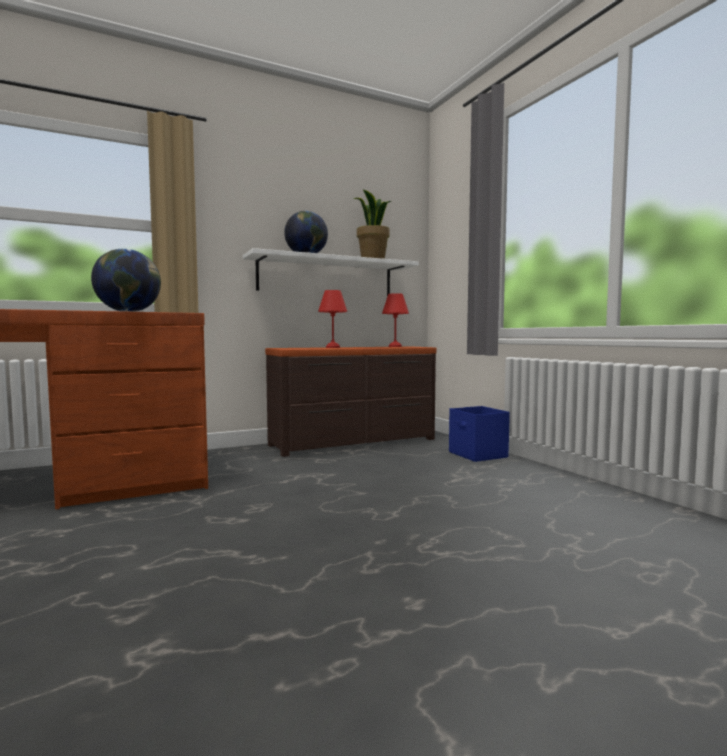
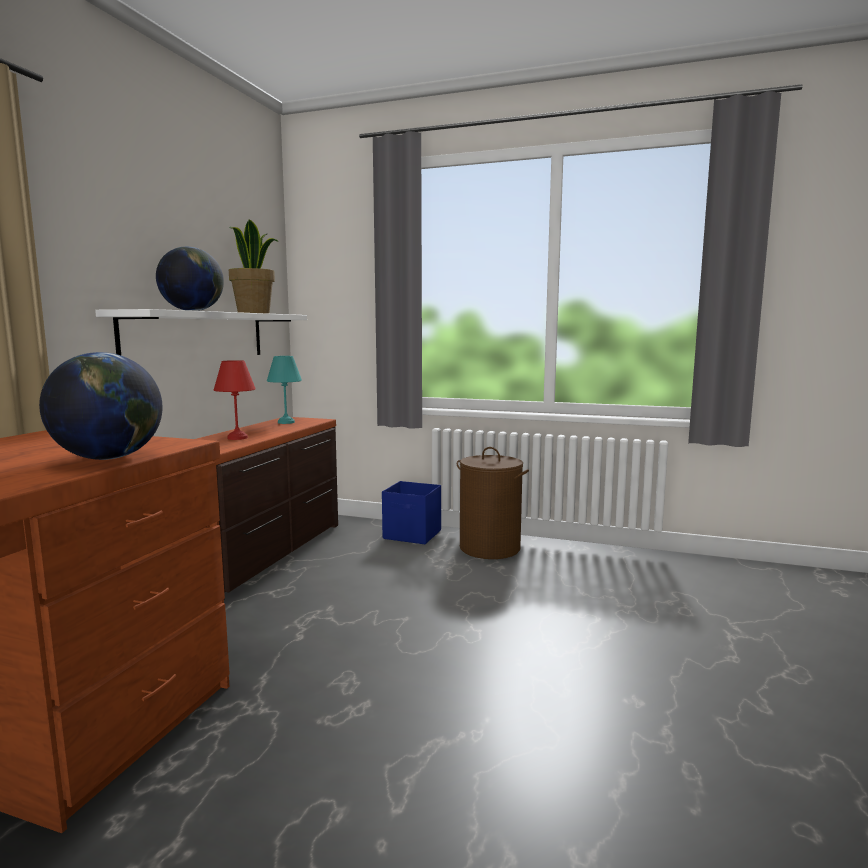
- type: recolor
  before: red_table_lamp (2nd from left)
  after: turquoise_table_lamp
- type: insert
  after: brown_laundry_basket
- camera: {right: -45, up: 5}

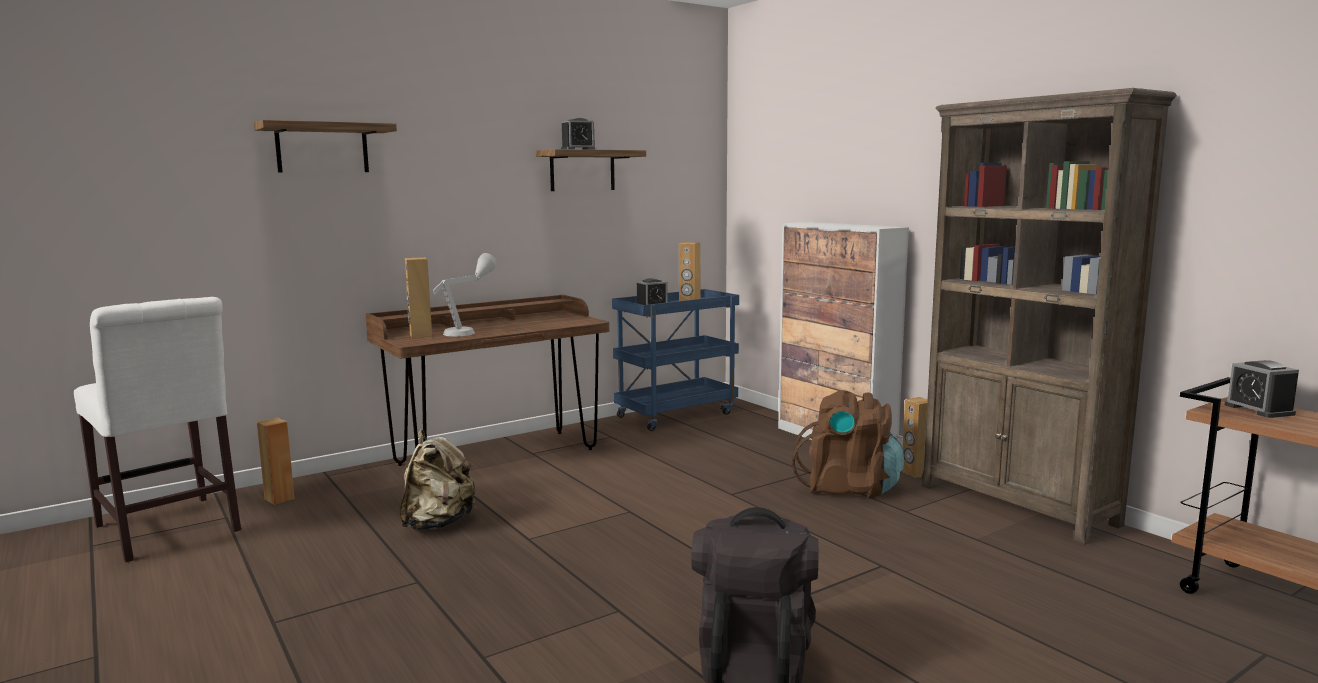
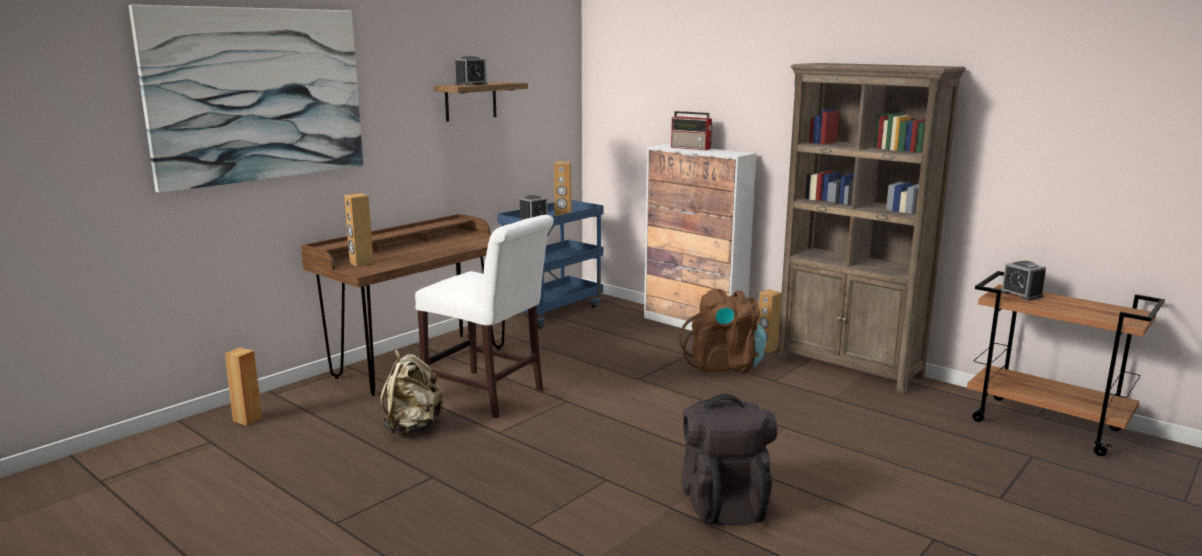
- type: move
  before: white_chair
- type: replace
  before: shelf (1st from left)
  after: picture
- type: delete
  before: grey_table_lamp
- type: insert
  after: radio
- camera: {right: -15, up: 5}

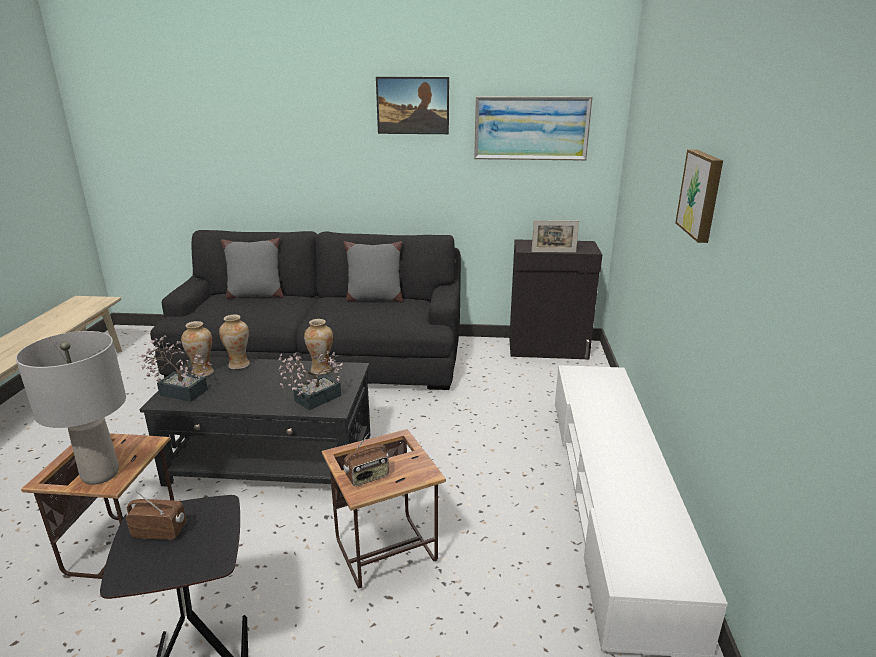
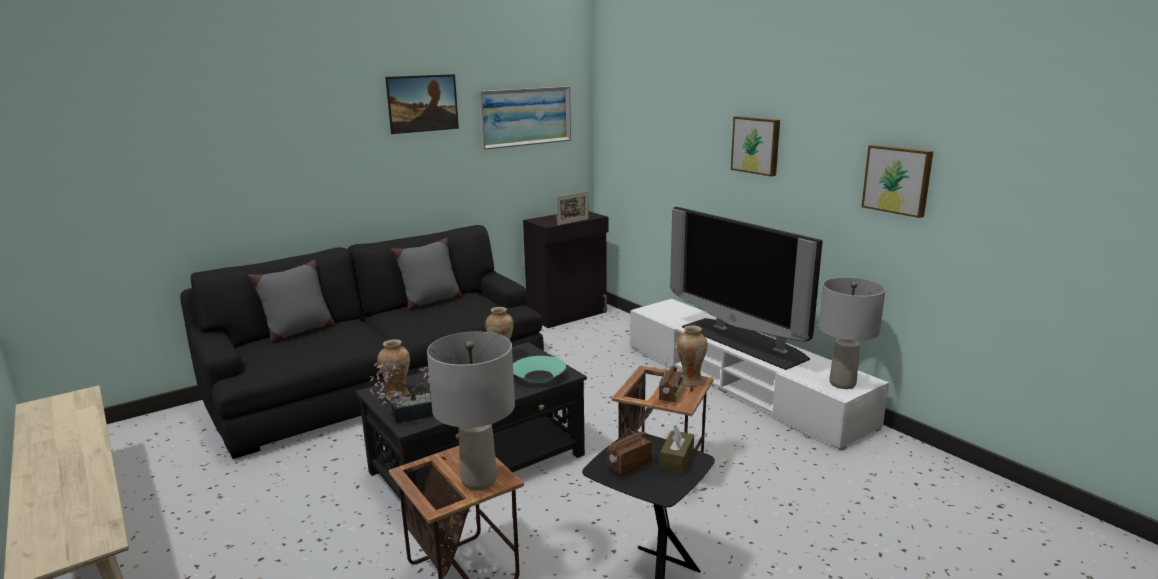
- type: move
  before: vase (2nd from left in the first image)
  after: vase (3rd from left)
- type: replace
  before: potted_plant (2nd from left)
  after: turquoise_bowl
- type: insert
  after: brown_tissue_box
- type: insert
  after: television
- type: insert
  after: grey_table_lamp (2nd from left)
- type: insert
  after: picture (4th from left)
- camera: {right: -40, up: -5}

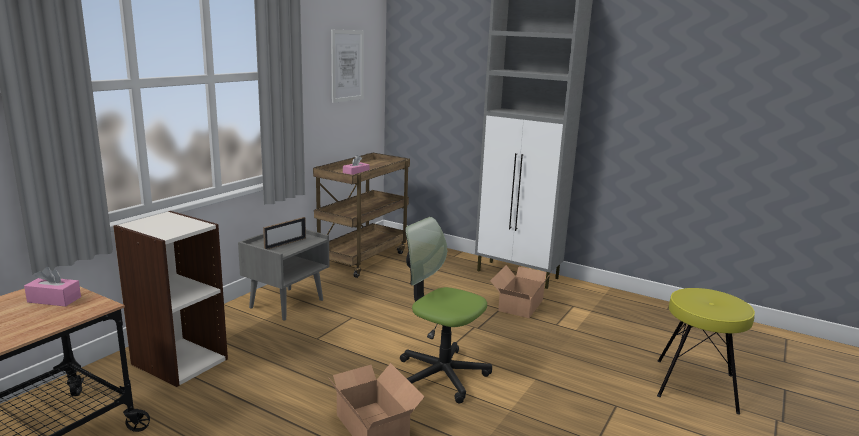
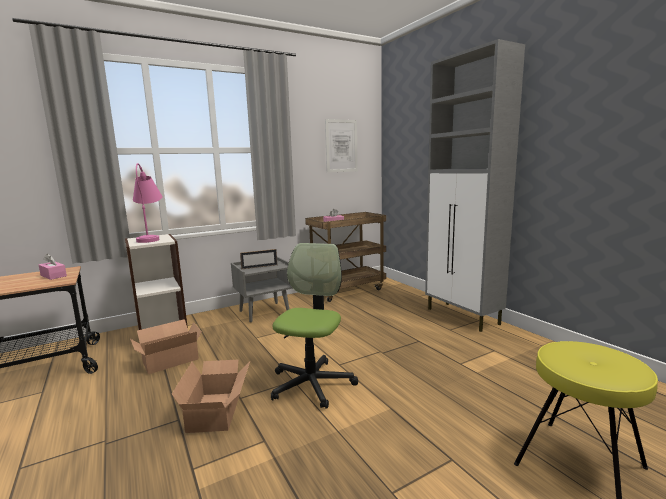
- type: rotate
  before: office_chair
  turn: 45
- type: move
  before: cardboard_box (2nd from left in the first image)
  after: cardboard_box (1st from left)
- type: insert
  after: pink_table_lamp
- camera: {right: 30, up: -5}

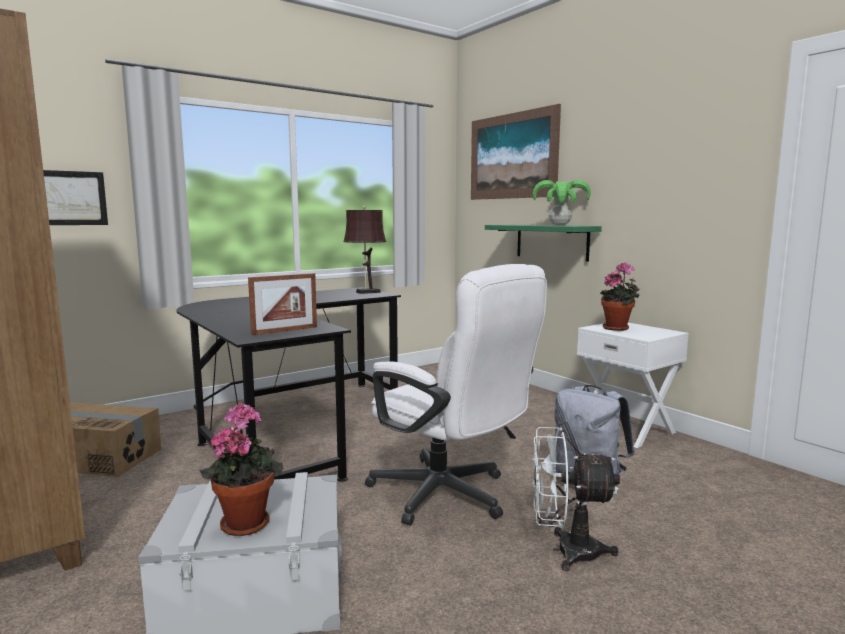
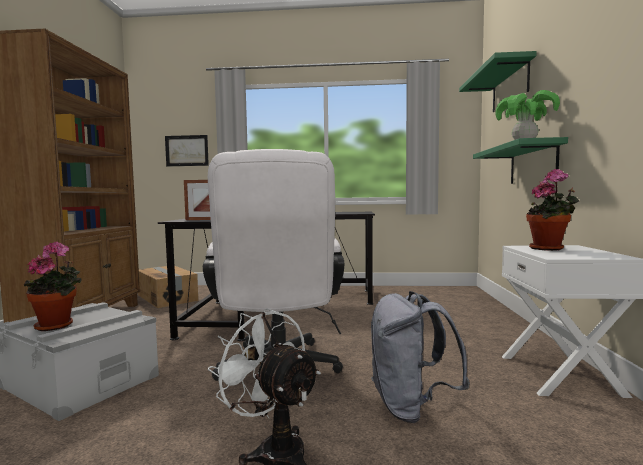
- type: delete
  before: brown_table_lamp
- type: replace
  before: picture (2nd from left)
  after: green_shelf (1st from left)
- camera: {right: 40, up: -5}

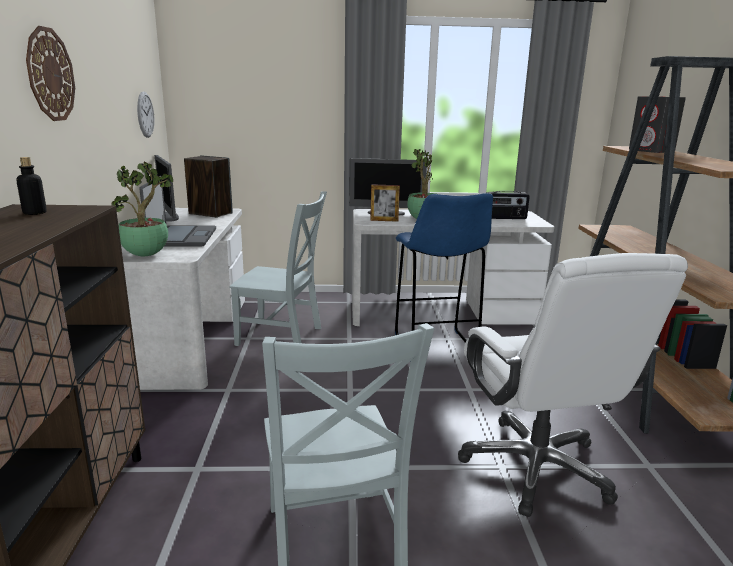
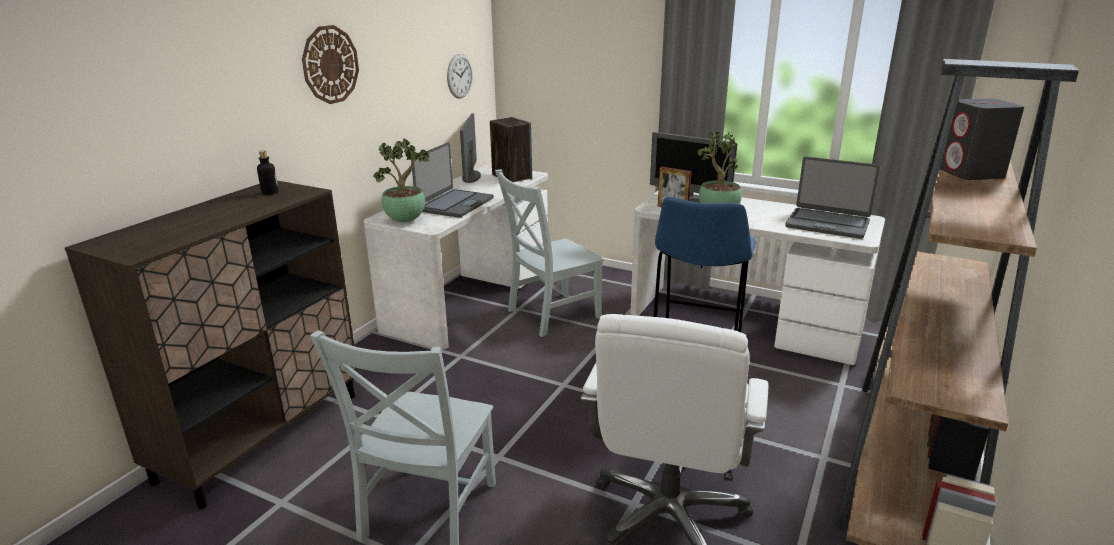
- type: rotate
  before: grey_chair (1st from left in the first image)
  turn: 105
- type: replace
  before: radio
  after: laptop (2nd from left)
- camera: {right: 30, up: 5}

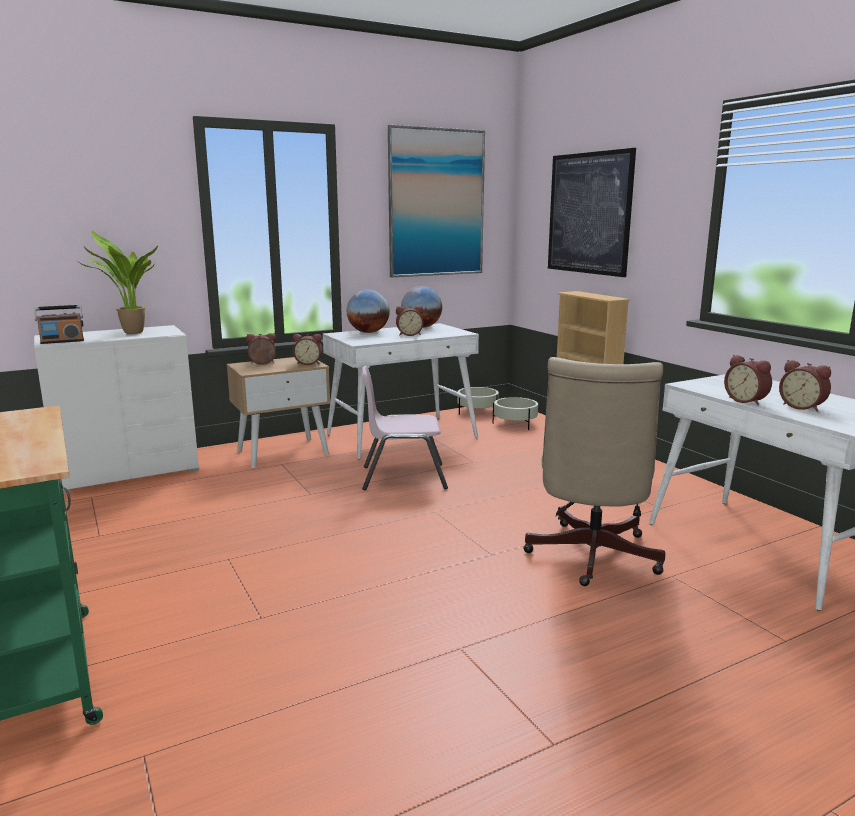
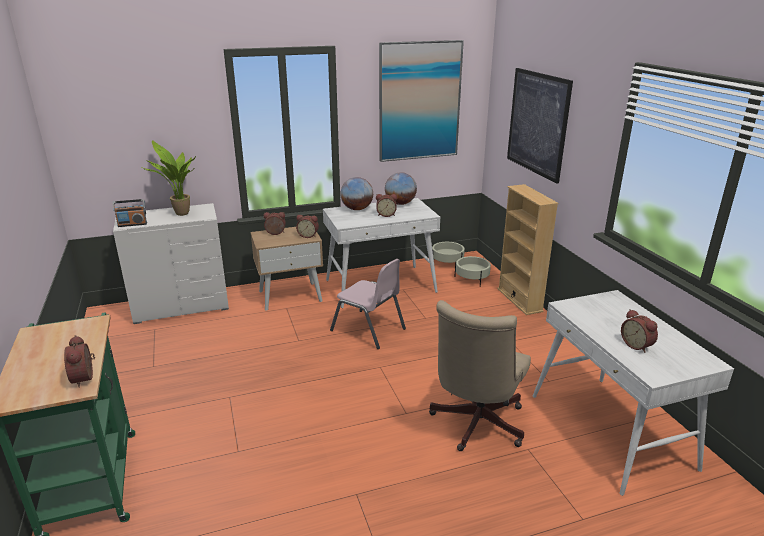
- type: rotate
  before: pink_chair
  turn: -150
- type: move
  before: alarm_clock (4th from left in the first image)
  after: alarm_clock (1st from left)
- camera: {right: 10, up: 10}

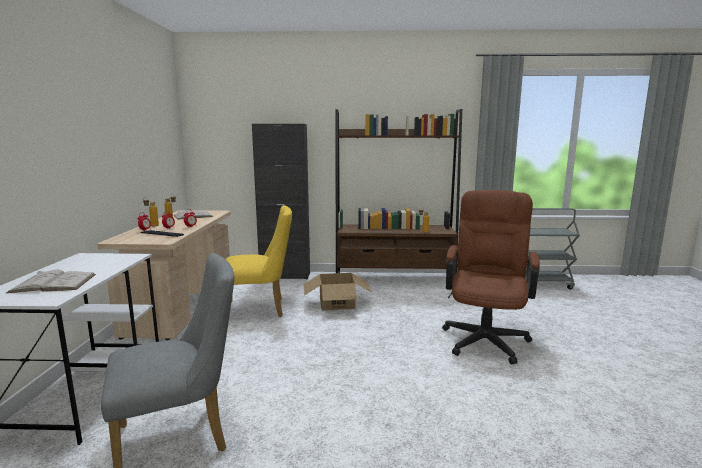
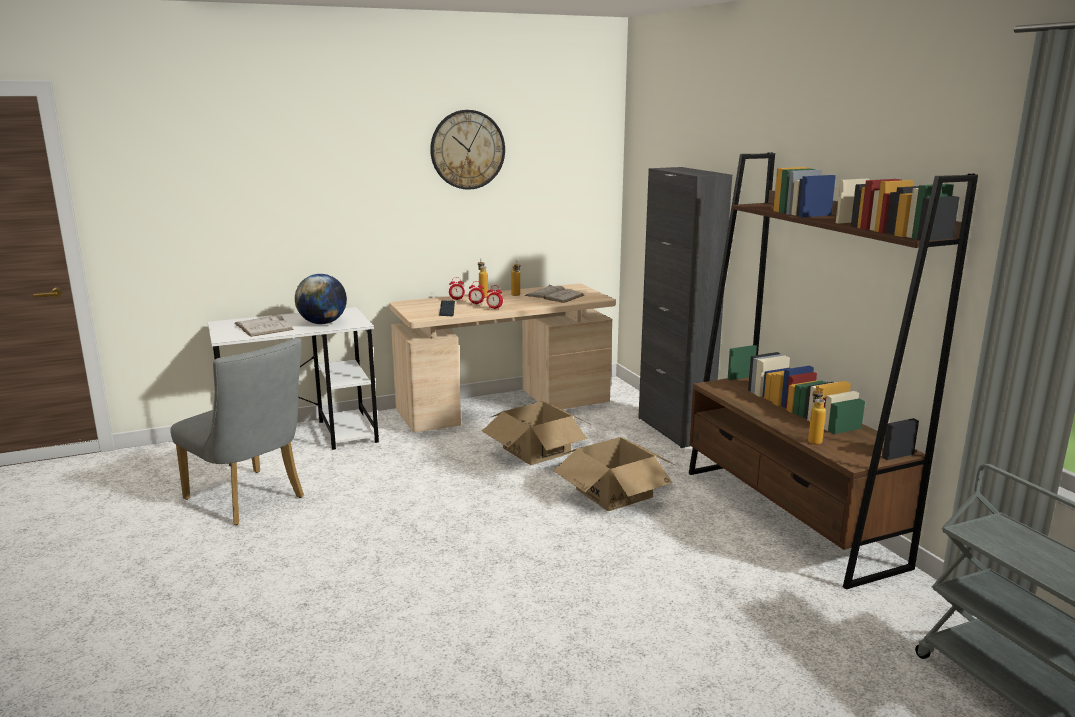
- type: replace
  before: yellow_chair
  after: cardboard_box (1st from left)
- type: delete
  before: brown_office_chair
- type: insert
  after: globe
- type: insert
  after: wall_clock
- camera: {right: 65, up: 5}

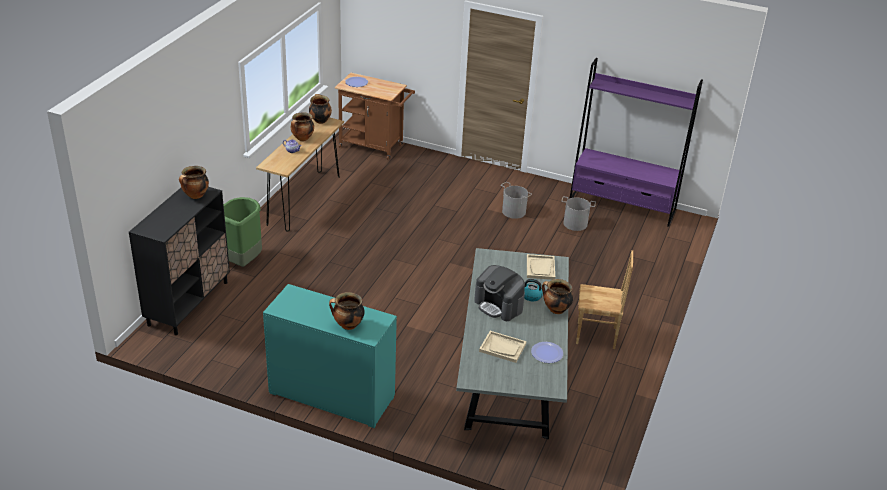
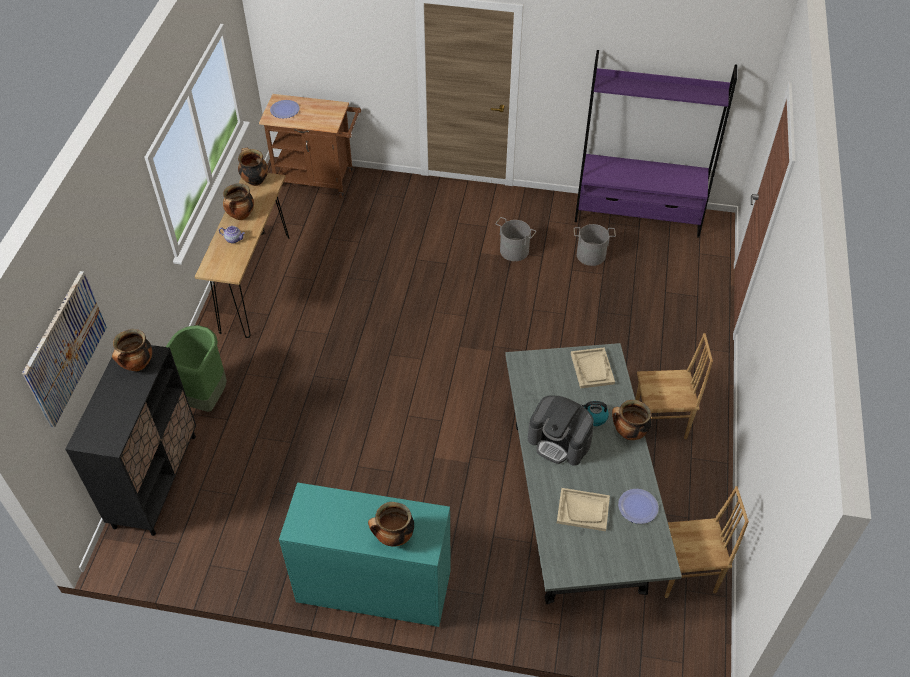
- type: insert
  after: picture
- type: insert
  after: brown_chair (2nd from left)
- camera: {right: -10, up: 15}

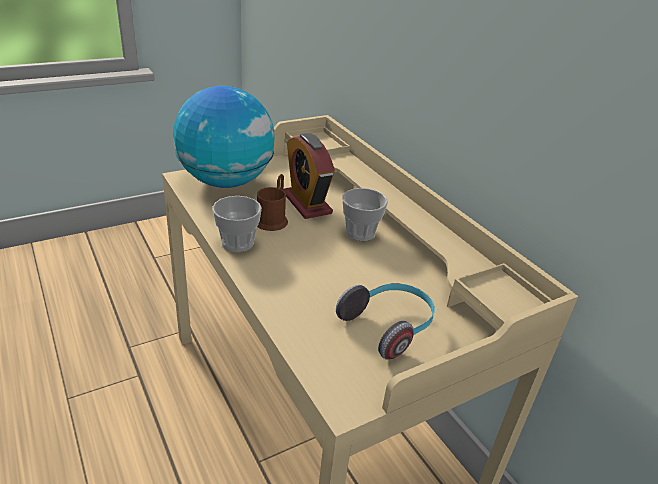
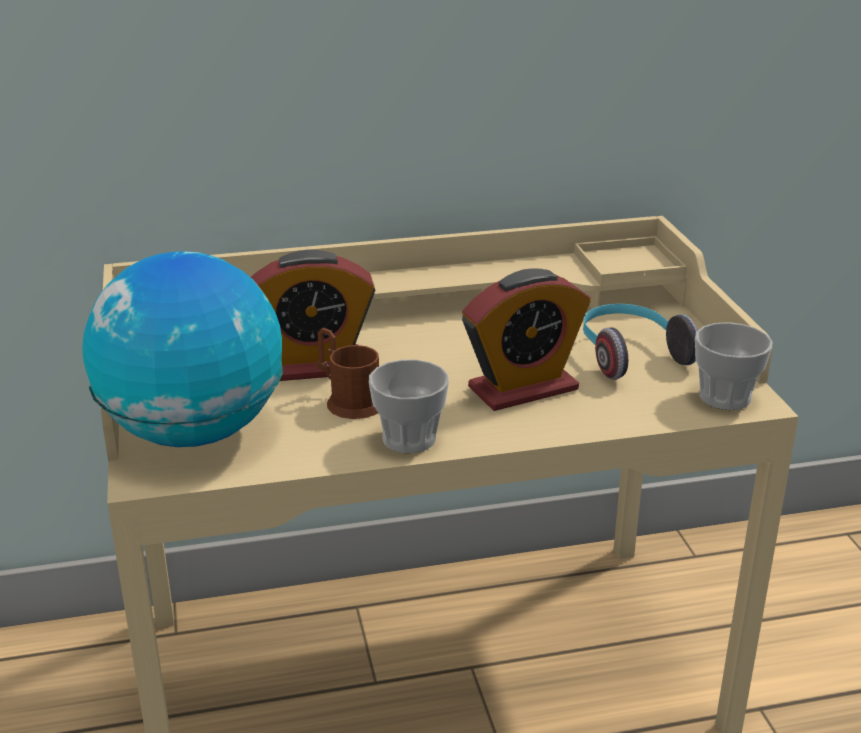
- type: move
  before: cup (2nd from left)
- type: insert
  after: alarm_clock (2nd from left)
- camera: {right: -70, up: -5}

